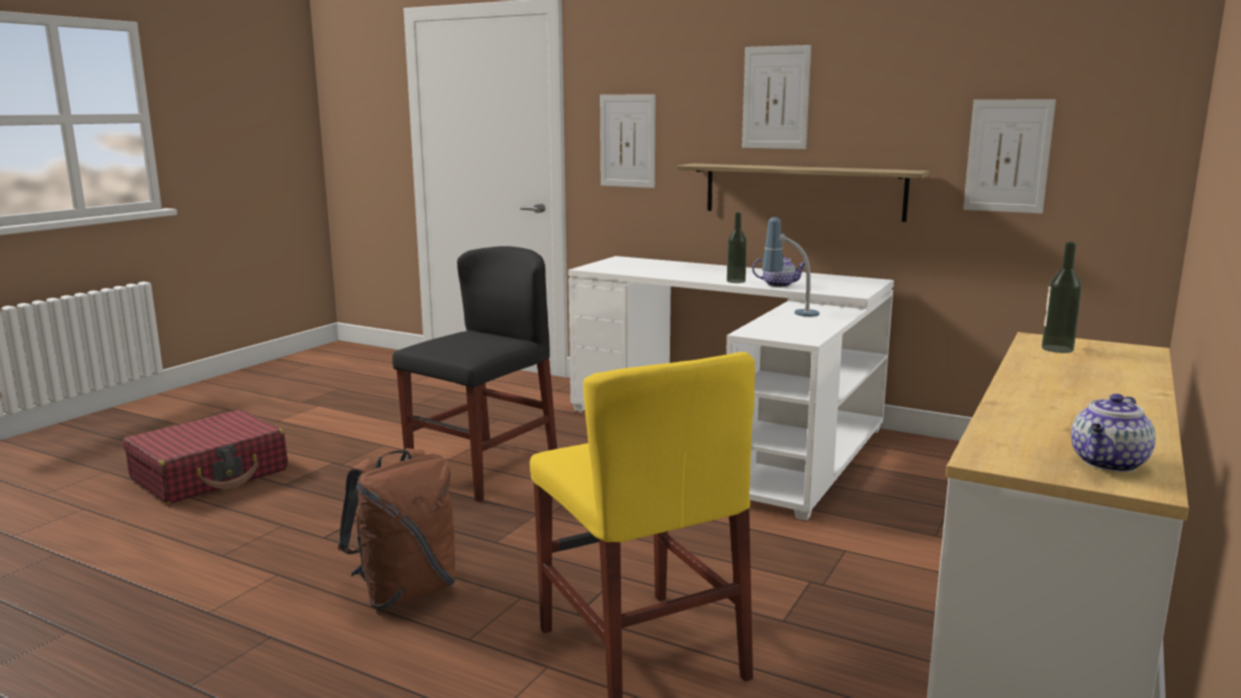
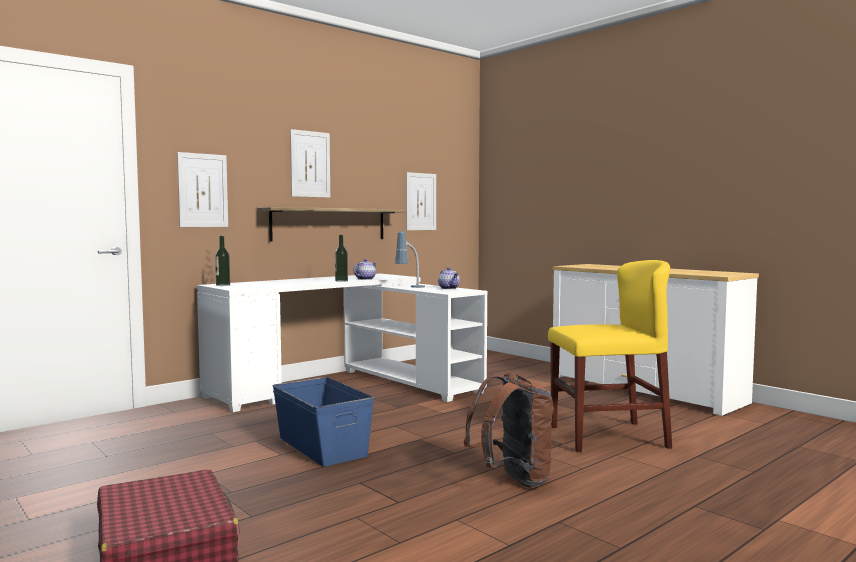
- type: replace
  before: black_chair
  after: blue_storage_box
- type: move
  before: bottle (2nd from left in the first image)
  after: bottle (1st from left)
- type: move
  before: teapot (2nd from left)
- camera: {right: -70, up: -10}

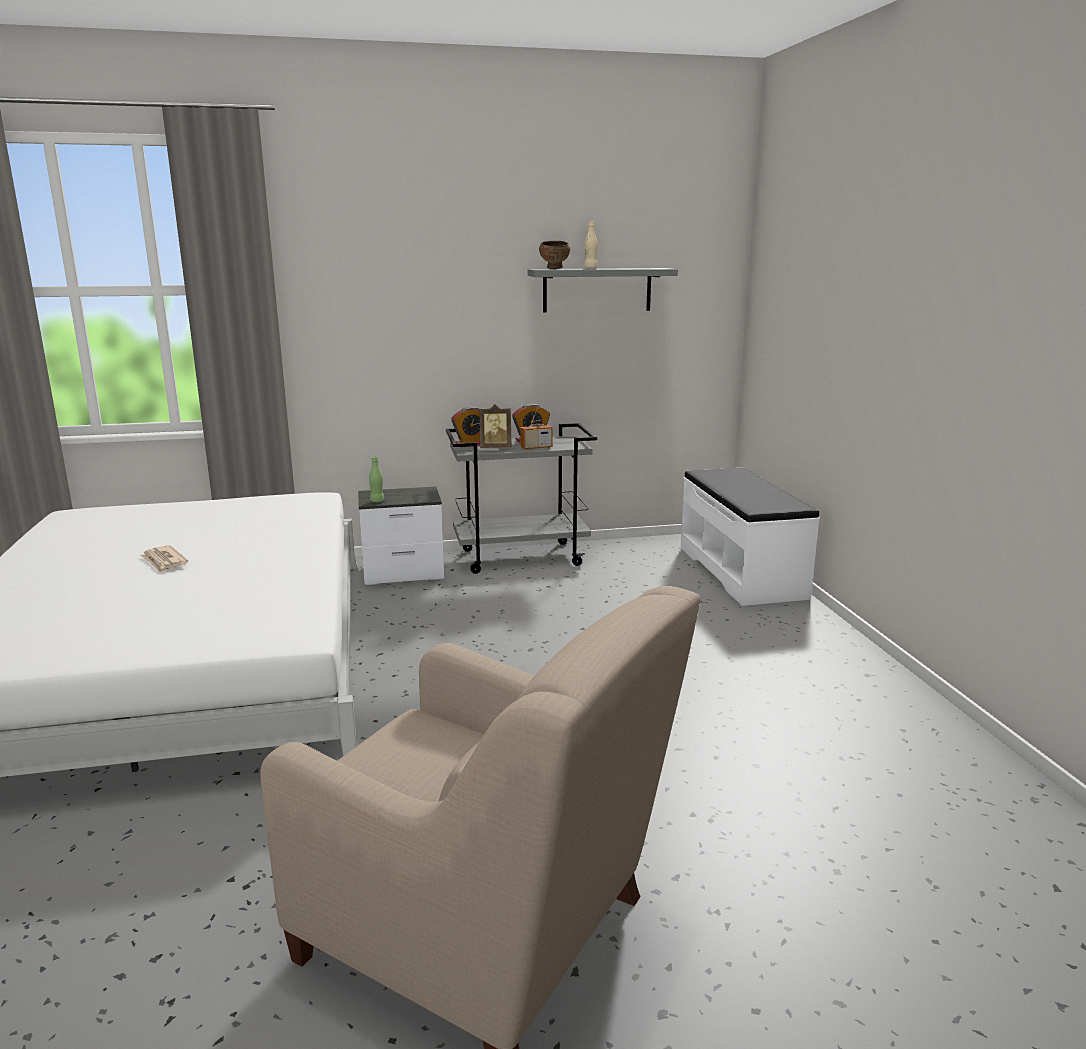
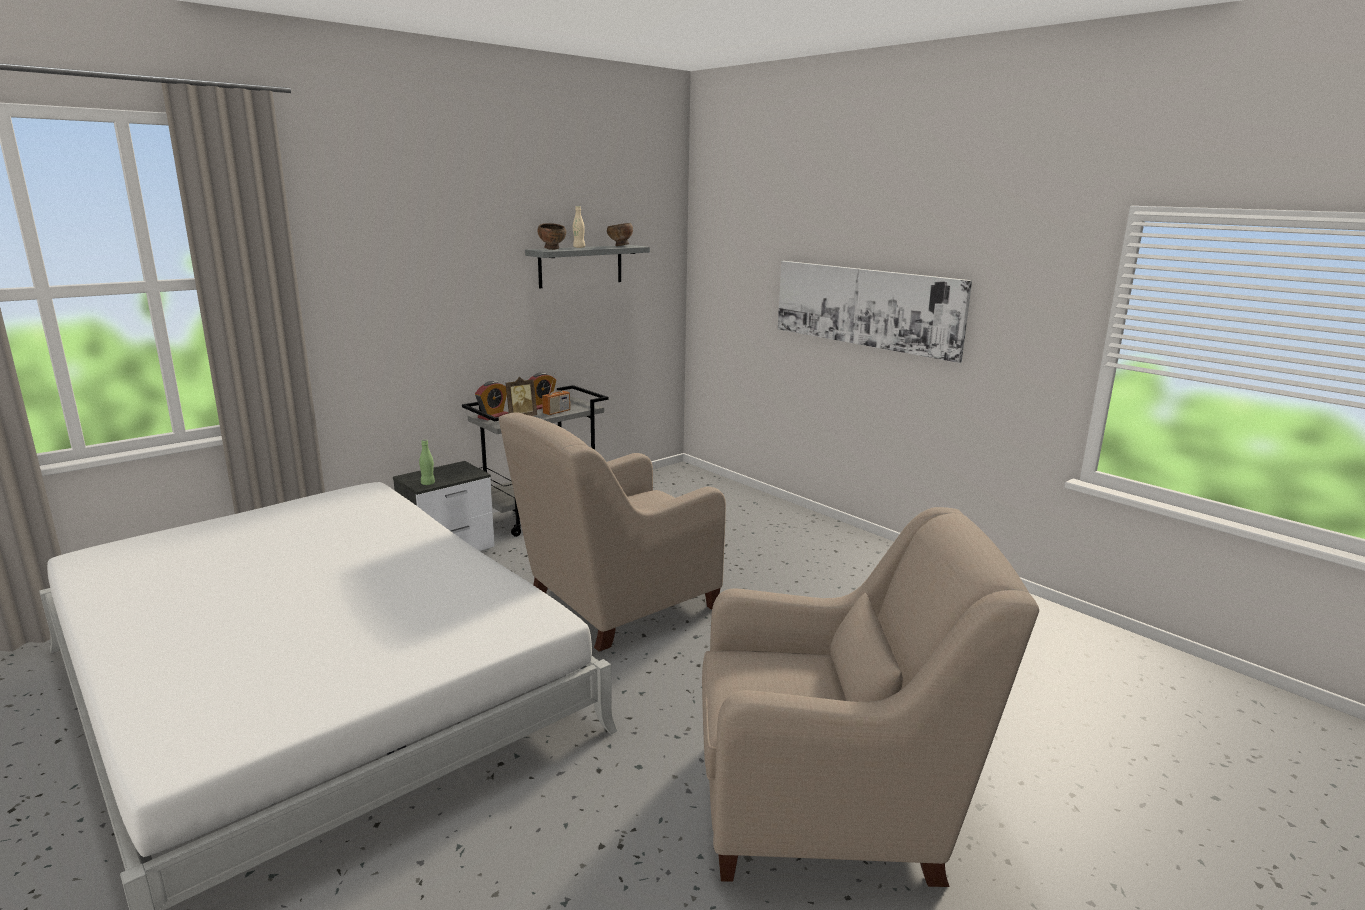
- type: delete
  before: newspaper
- type: delete
  before: white_bench
- type: insert
  after: beige_armchair (1st from left)
- type: insert
  after: brown_bowl (2nd from left)
- type: insert
  after: picture
- camera: {right: -30, up: 0}

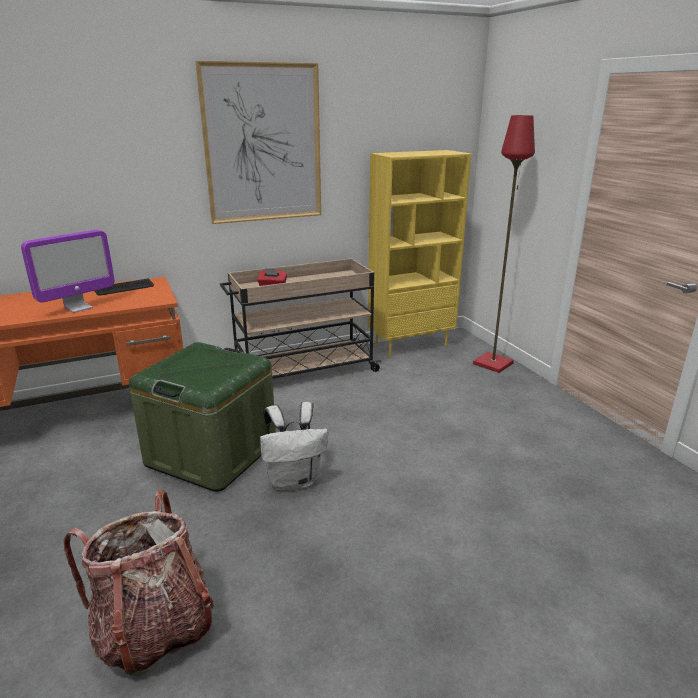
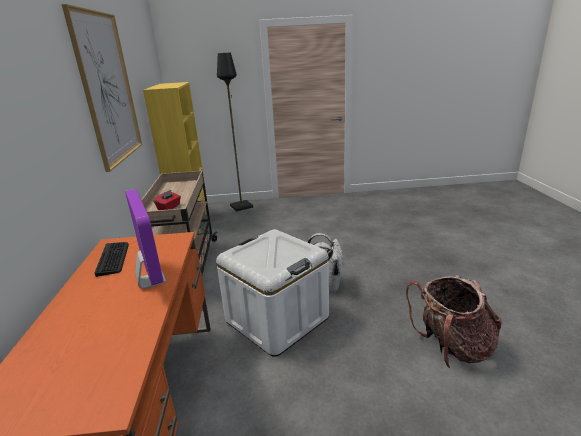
- type: recolor
  before: green_storage_box
  after: white_storage_box
- type: recolor
  before: red_floor_lamp
  after: black_floor_lamp
- camera: {right: -70, up: 0}

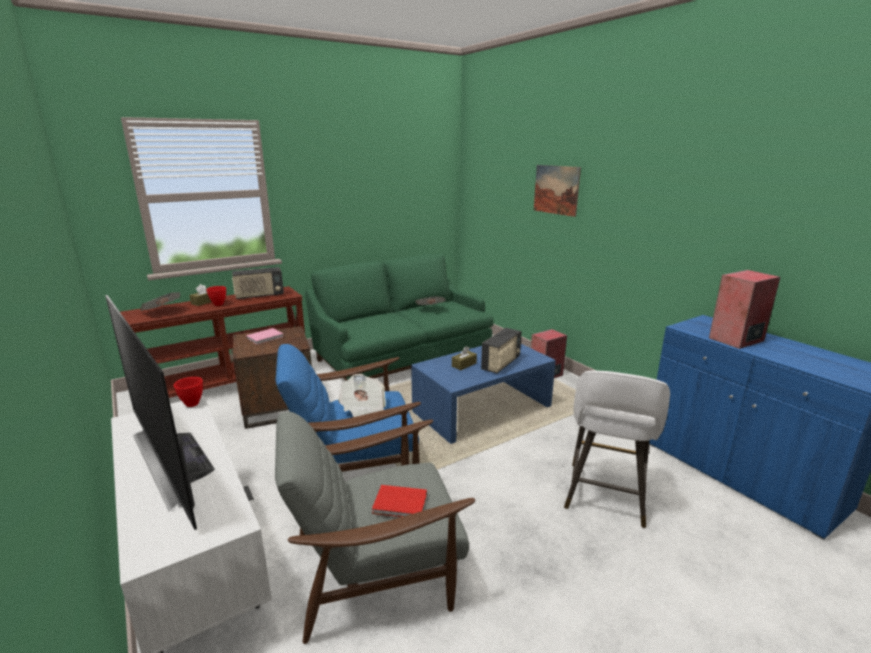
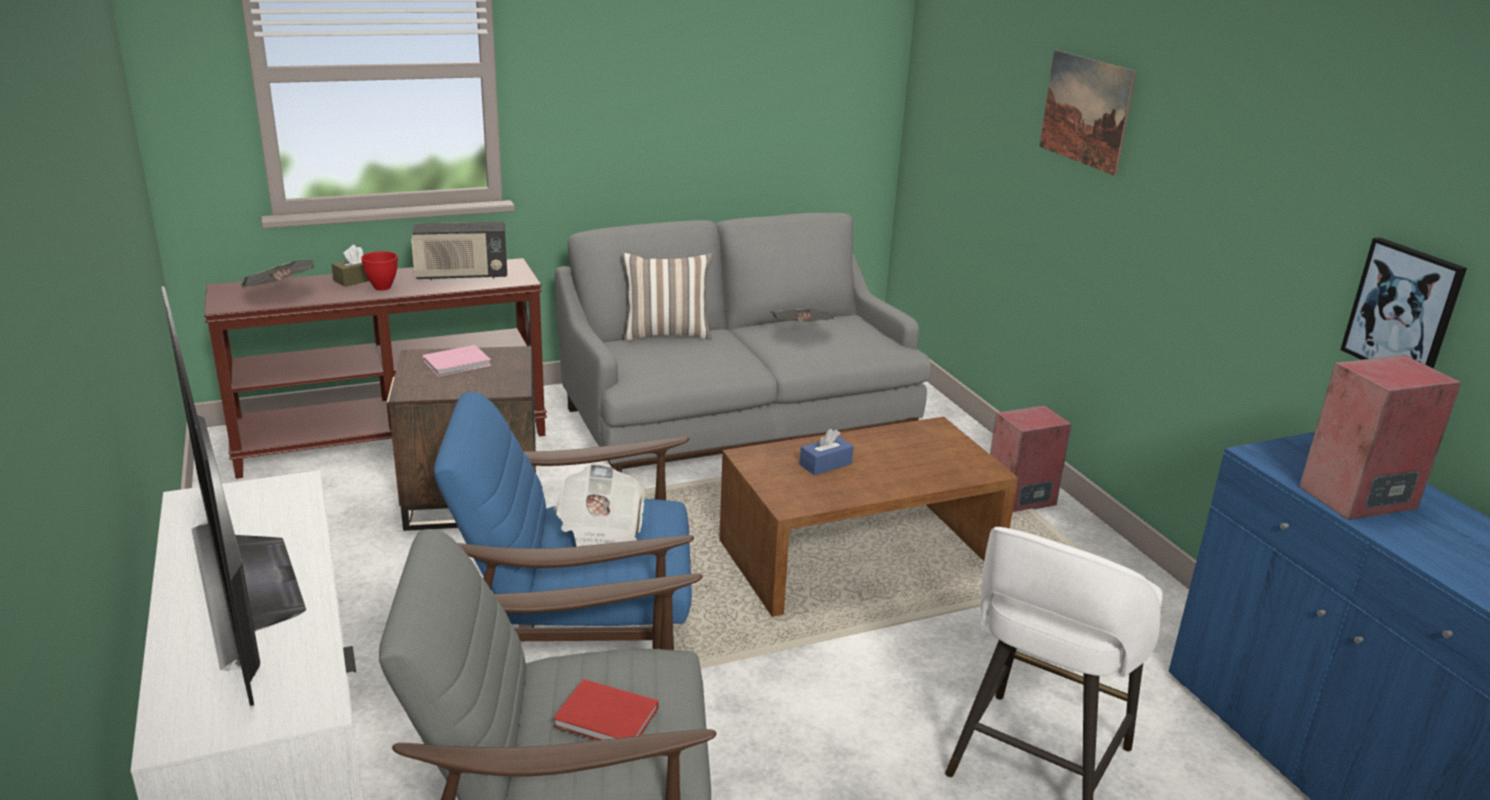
- type: delete
  before: red_bowl (1st from left)
- type: recolor
  before: green_sofa
  after: grey_sofa
- type: recolor
  before: blue_coffee_table
  after: brown_coffee_table
- type: recolor
  before: brown_tissue_box (2nd from left)
  after: blue_tissue_box
- type: delete
  before: radio (2nd from left)
- type: insert
  after: pillow
- type: insert
  after: picture (2nd from left)
- camera: {right: 10, up: 5}

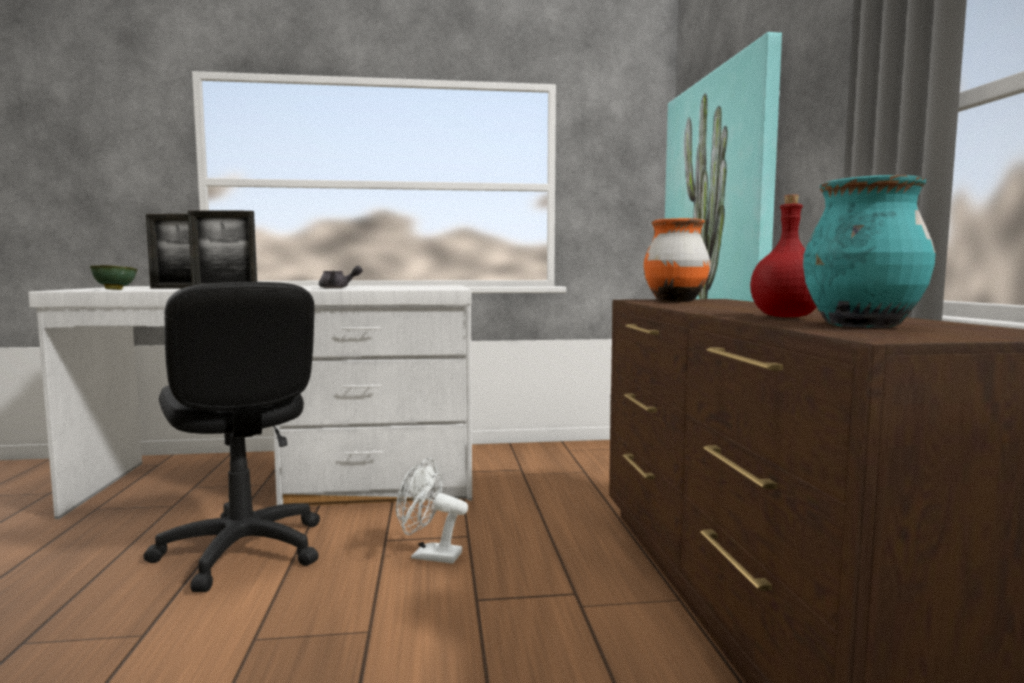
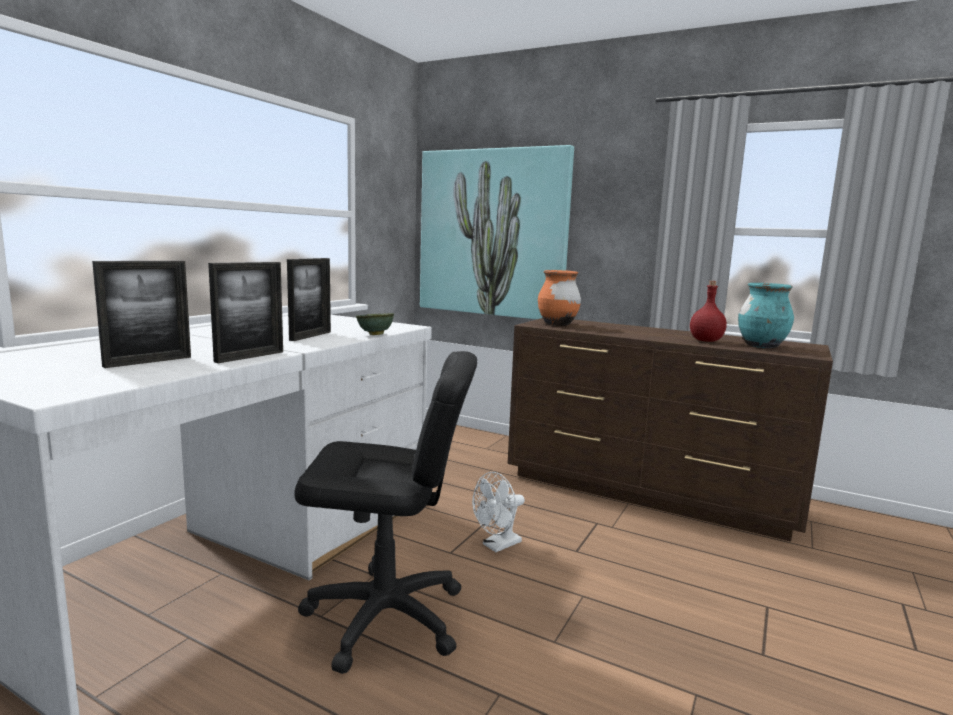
- type: move
  before: green_bowl
- type: replace
  before: grey_teapot
  after: picture_frame (3rd from left)
- camera: {right: -55, up: 5}

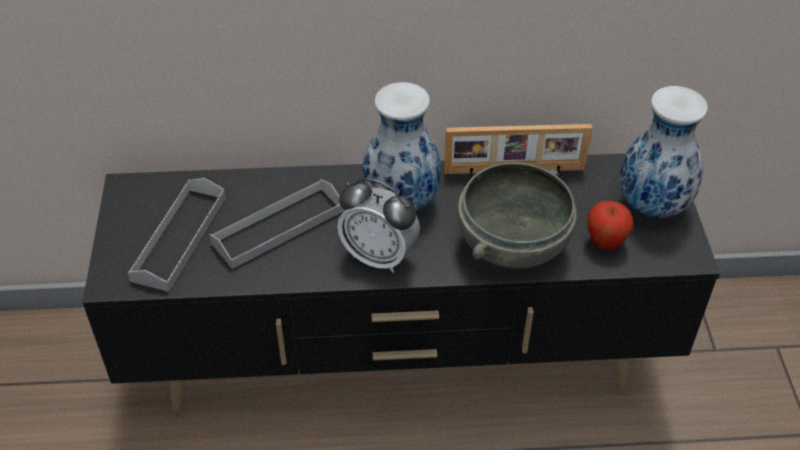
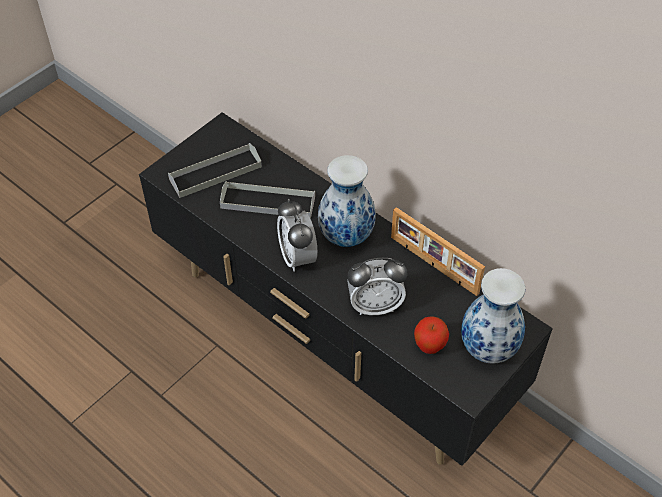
- type: replace
  before: grey_bowl
  after: alarm_clock (2nd from left)
- camera: {right: 45, up: 5}

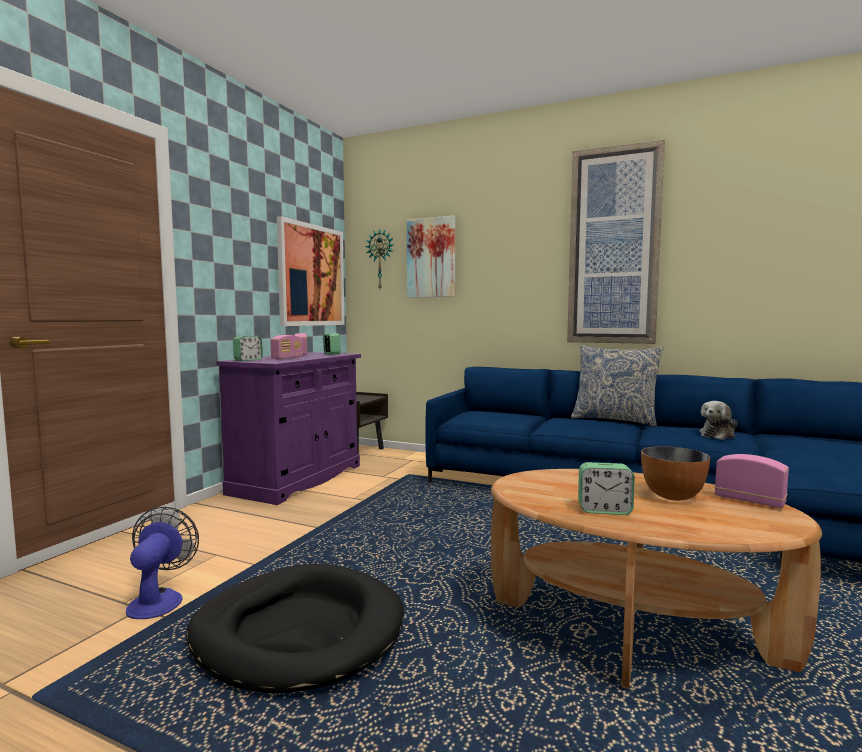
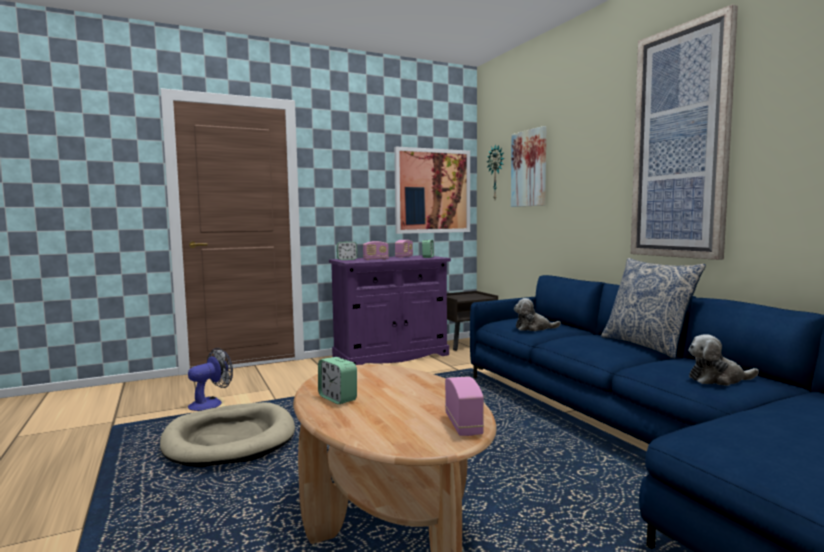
- type: recolor
  before: black_dog_bed
  after: beige_dog_bed
- type: delete
  before: bowl
- type: insert
  after: plush_toy (1st from left)
- camera: {right: 40, up: 0}

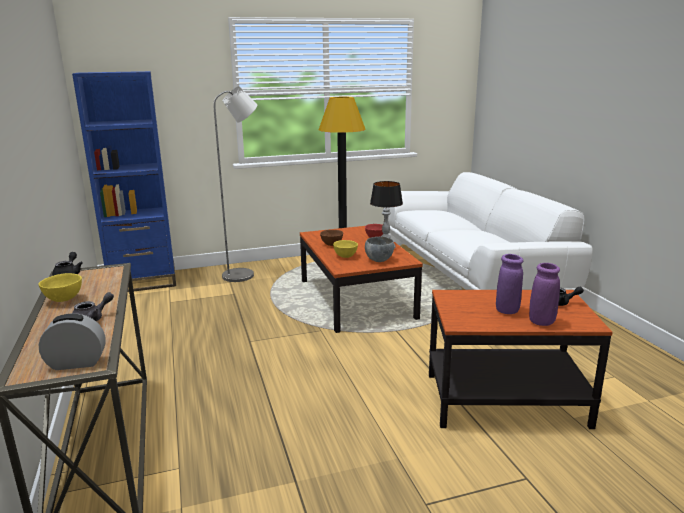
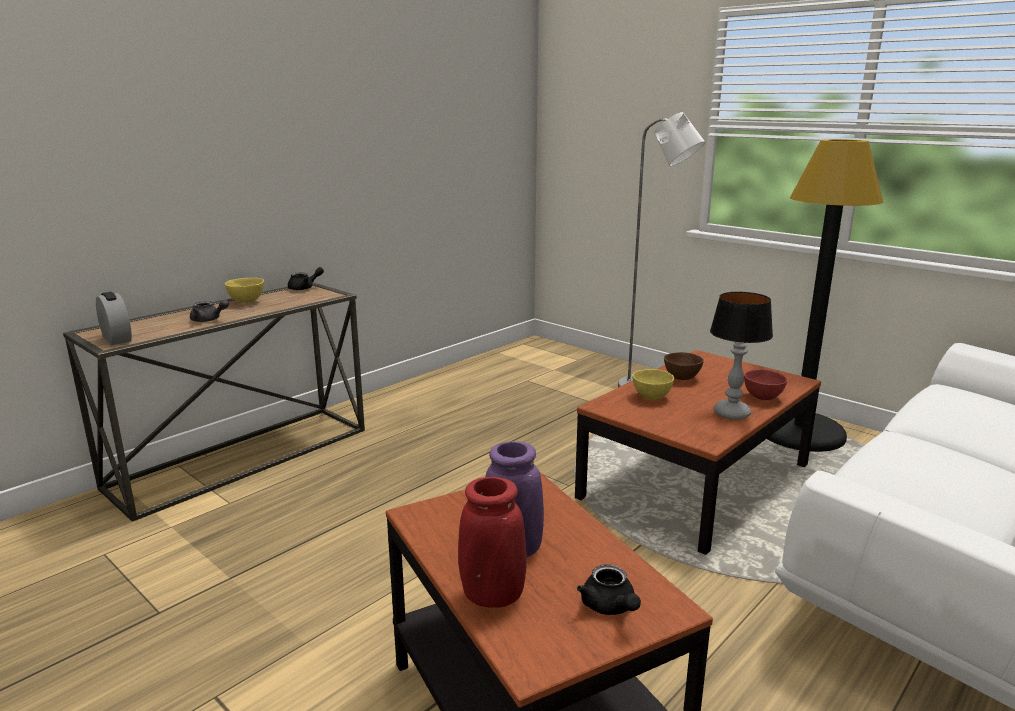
- type: delete
  before: blue_bookcase
- type: delete
  before: grey_bowl
- type: recolor
  before: purple_vase (2nd from left)
  after: red_vase
- camera: {right: 60, up: 0}

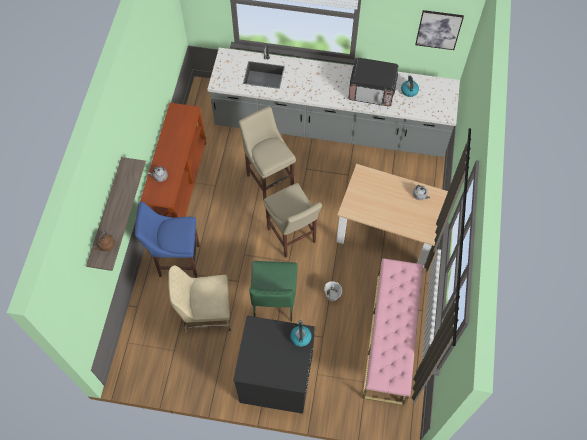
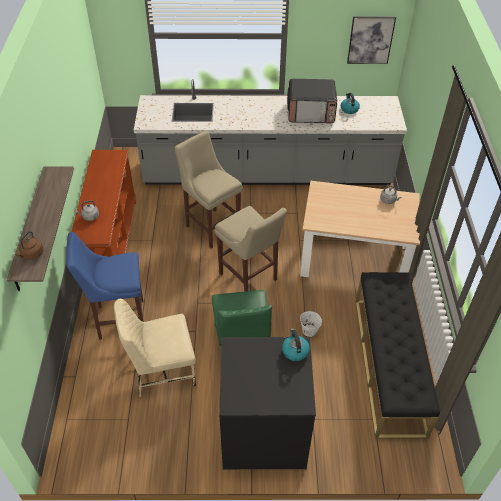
- type: recolor
  before: pink_bench
  after: black_bench
- camera: {right: -10, up: -15}

